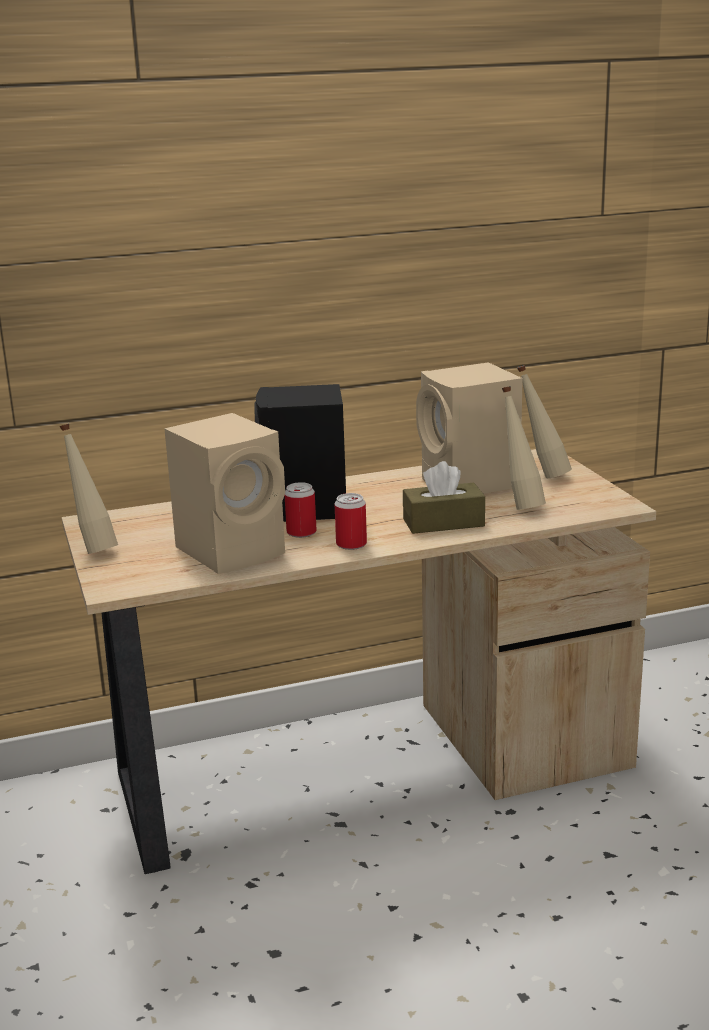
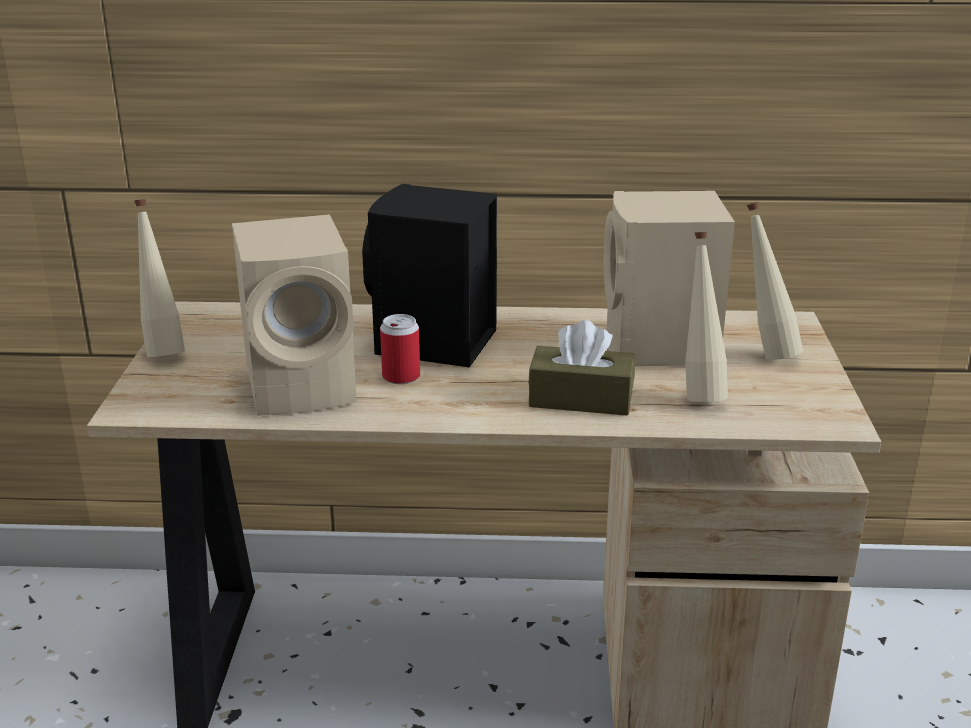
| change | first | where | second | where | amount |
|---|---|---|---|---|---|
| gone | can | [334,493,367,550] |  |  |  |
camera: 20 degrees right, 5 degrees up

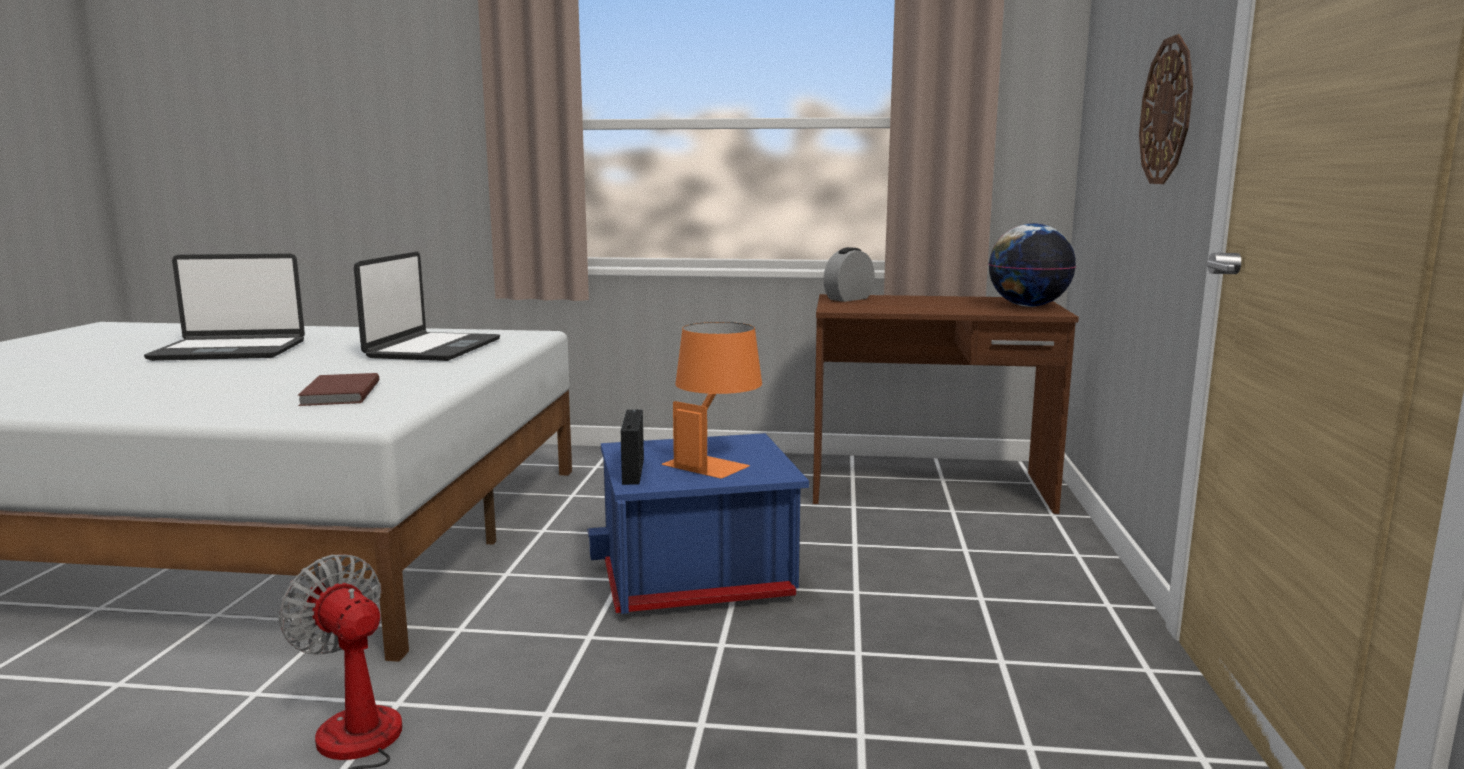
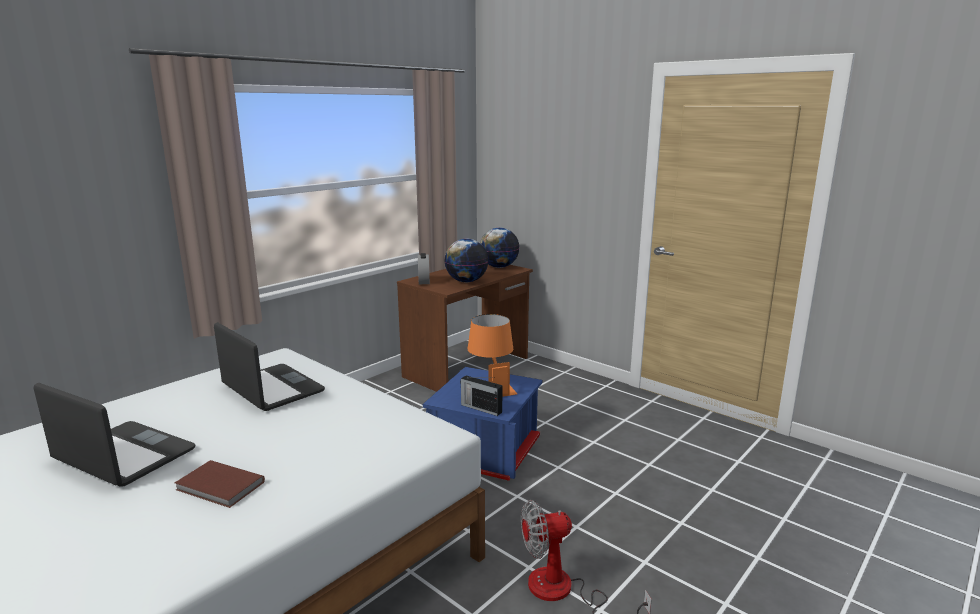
| change | first | where | second | where | amount |
|---|---|---|---|---|---|
| gone | wall clock | [1139,34,1193,184] |  |  |  |
| rotated | portable computer | [144,253,305,361] |  | [34,383,195,486] | 90 degrees counterclockwise |
| shifted | brown-coloured book | [297,373,379,406] |  | [175,460,265,508] |  |
| new |  |  | globe | [445,238,489,282] |  |
camera: 55 degrees left, 5 degrees up

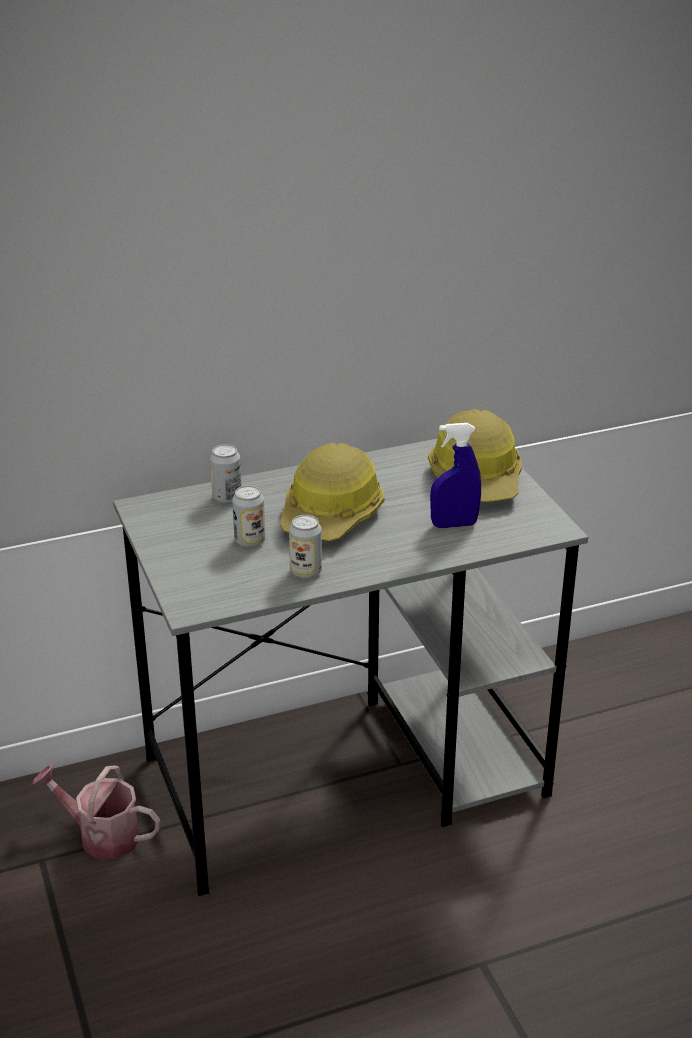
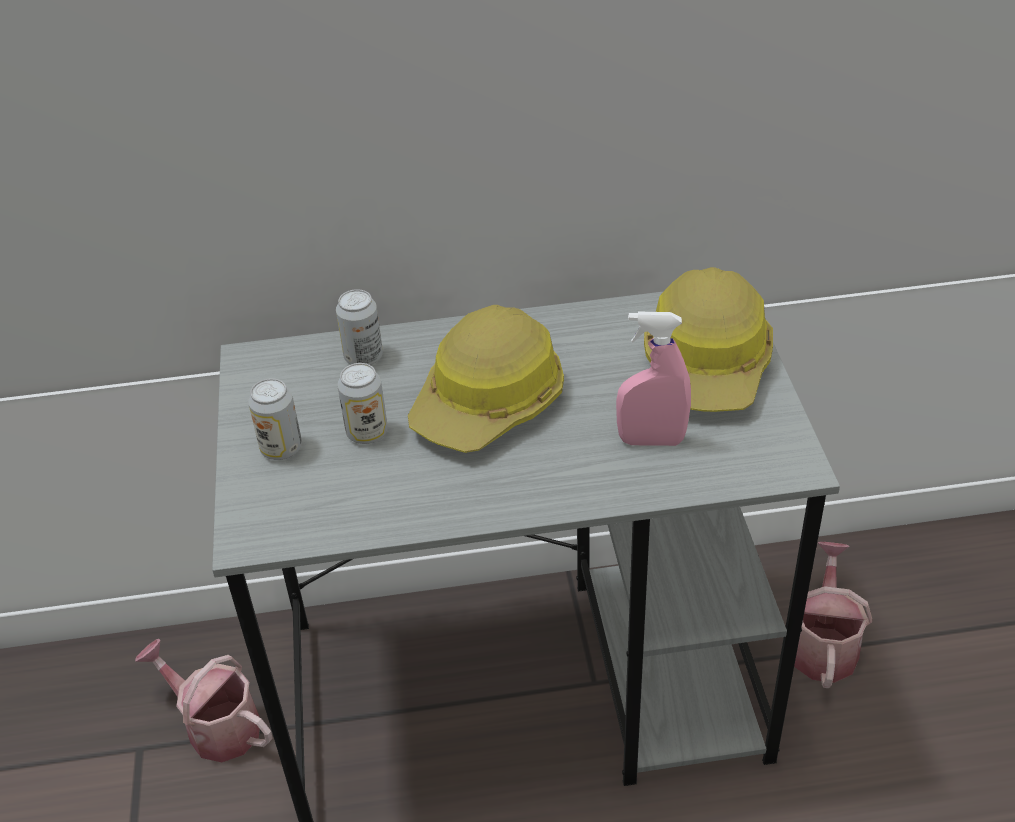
| change | first | where | second | where | amount |
|---|---|---|---|---|---|
| repainted | bluish hand sprayer | [430,423,481,528] | pink hand sprayer | [616,312,691,446] |  |
| shifted | can | [289,515,322,578] |  | [248,378,302,460] |  |
| new |  |  | watering pot | [794,542,872,688] |  |
camera: 15 degrees right, 10 degrees up

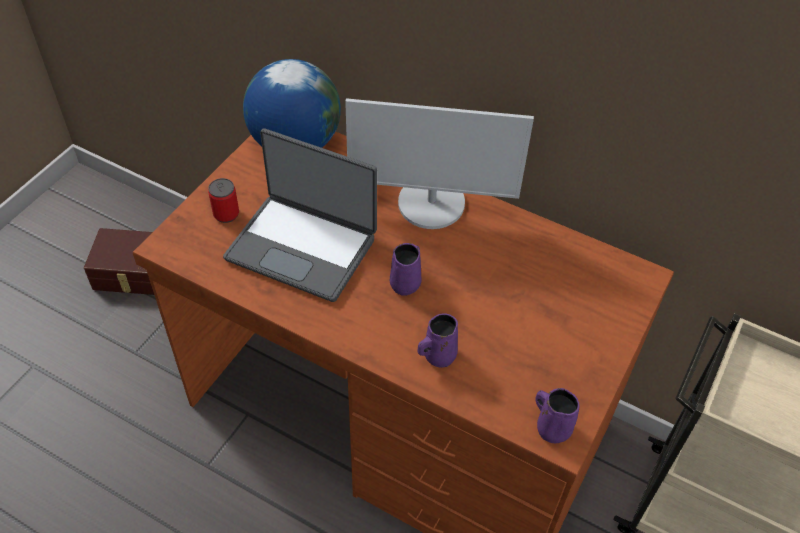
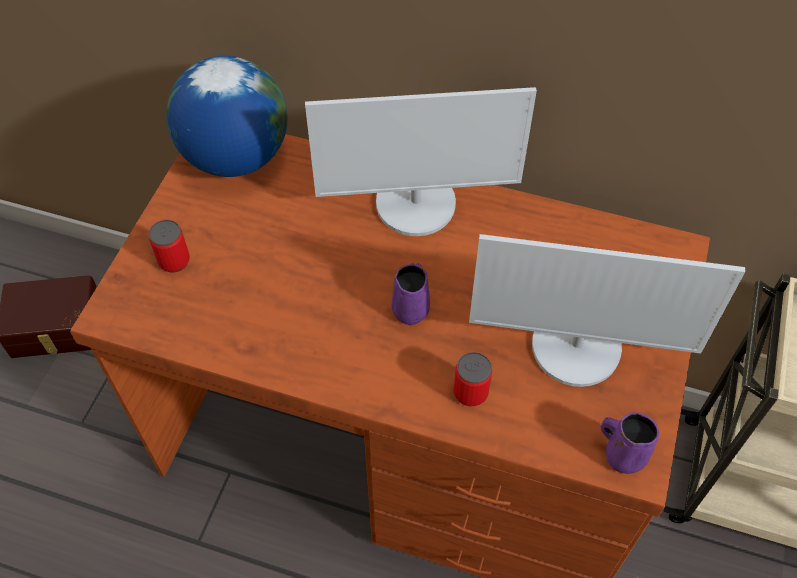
| change | first | where | second | where | amount |
|---|---|---|---|---|---|
| gone | portable computer | [223,129,377,302] |  |  |  |
| swapped | purplish coffee mug | [417,313,458,368] | can | [454,352,492,406] |  |
| new |  |  | computer display | [469,234,745,387] |  |
camera: 10 degrees left, 5 degrees up

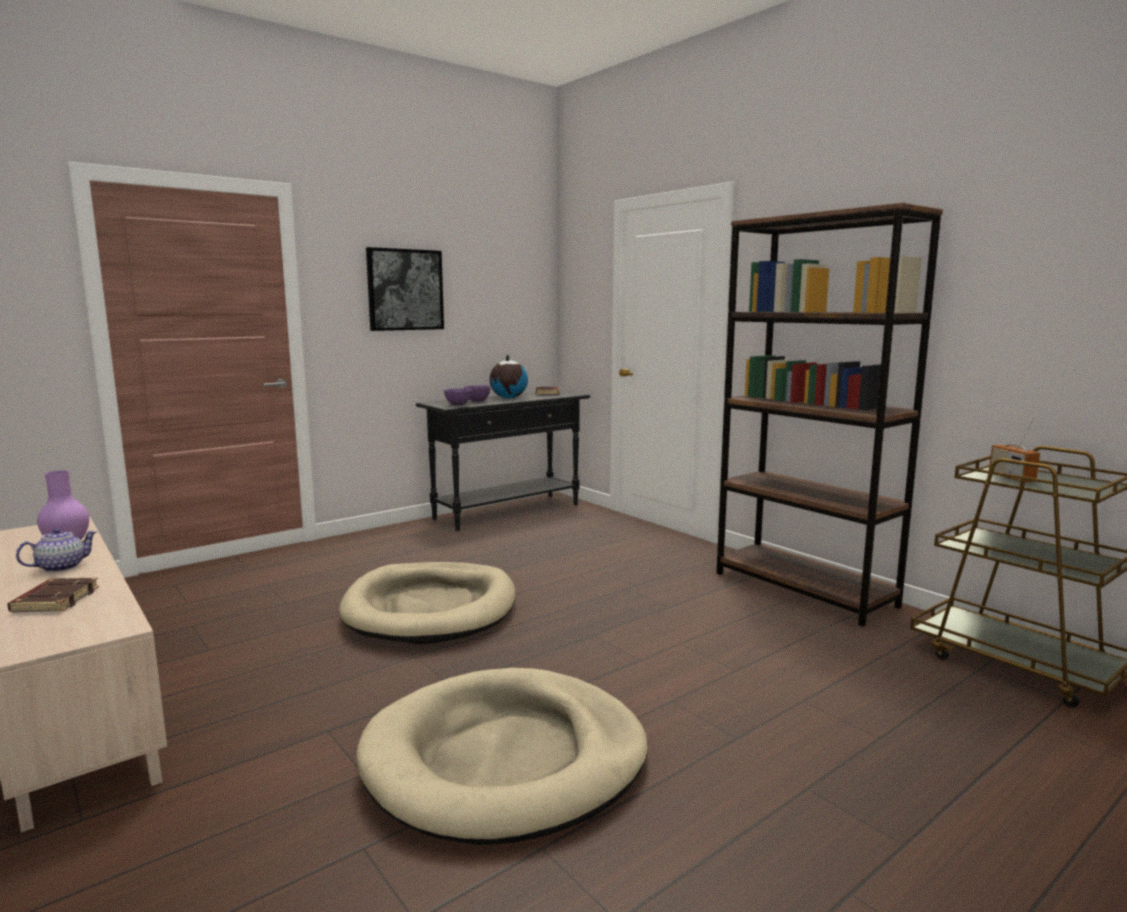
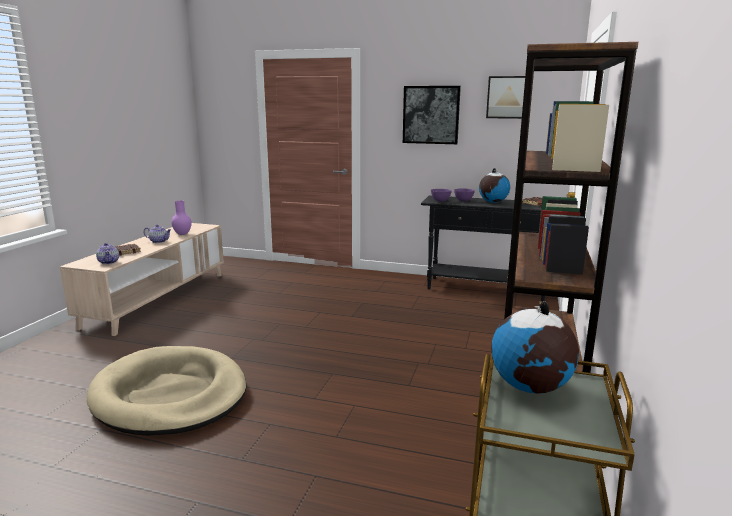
| change | first | where | second | where | amount |
|---|---|---|---|---|---|
| swapped | radio set | [989,417,1040,482] | globe | [491,301,579,394] |  |
| gone | beige-coloured dog bed | [339,562,516,644] |  |  |  |
| new |  |  | wall art | [486,76,525,119] |  |
| new |  |  | teapot | [96,243,119,264] |  |
camera: 55 degrees right, 5 degrees up

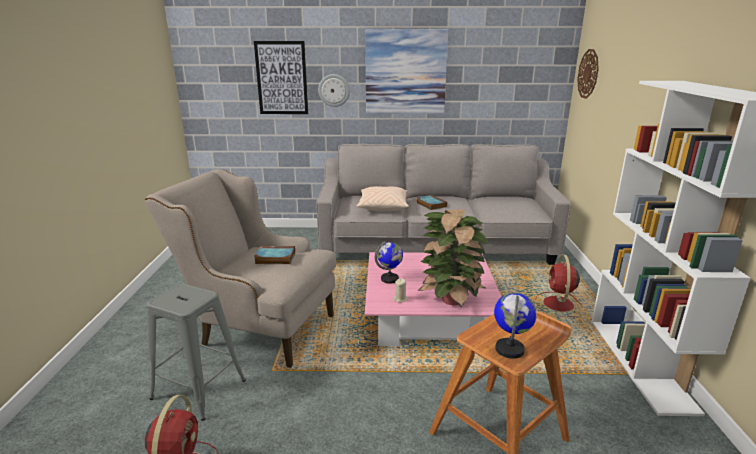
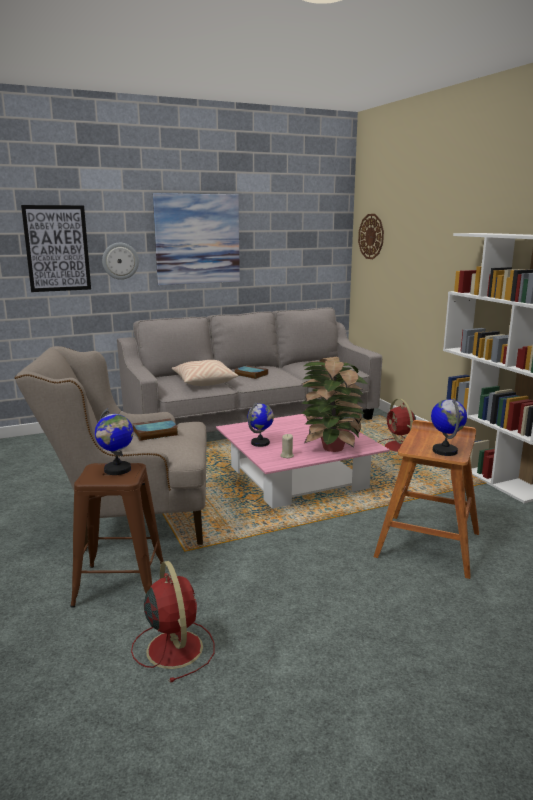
| change | first | where | second | where | amount |
|---|---|---|---|---|---|
| repainted | grey stool seat | [146,283,246,421] | brown-coloured stool seat | [70,463,164,608] |  |
| new |  |  | globe | [95,408,133,475] |  |
camera: 25 degrees left, 5 degrees down

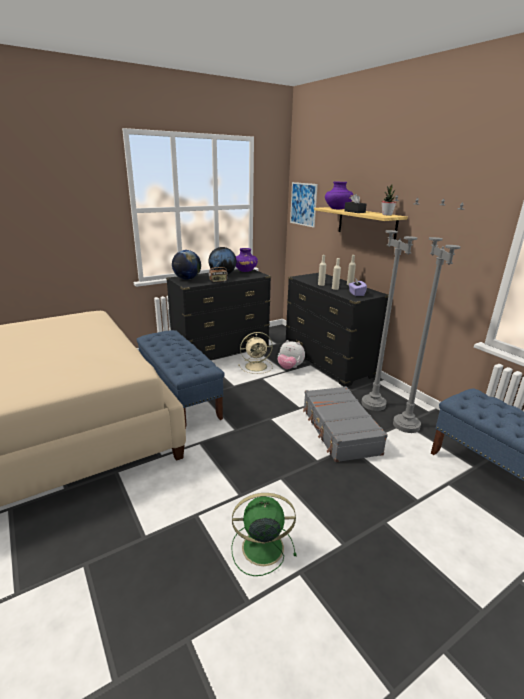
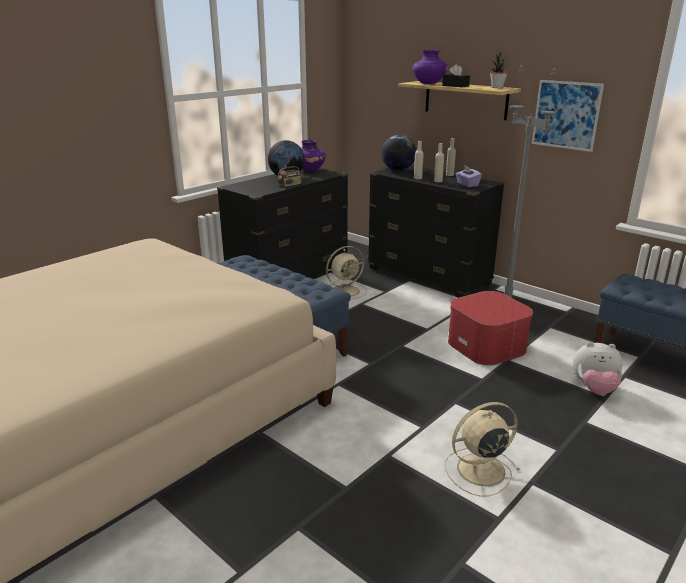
| change | first | where | second | where | amount |
|---|---|---|---|---|---|
| shifted | wall art | [290,182,318,228] |  | [532,80,604,152] |  |
| gone | grey floor lamp | [393,198,464,433] |  |  |  |
| shifted | globe | [172,250,201,280] |  | [381,135,416,171] |  |
| shifted | plush toy | [278,340,305,369] |  | [573,342,623,395] |  |
| swapped | grey travel case | [303,386,388,462] | footrest | [448,291,533,366] |  |
| repainted | greenish cooling fan | [231,493,297,576] | beige-coloured cooling fan | [445,402,520,496] |  |
camera: 15 degrees left, 0 degrees up

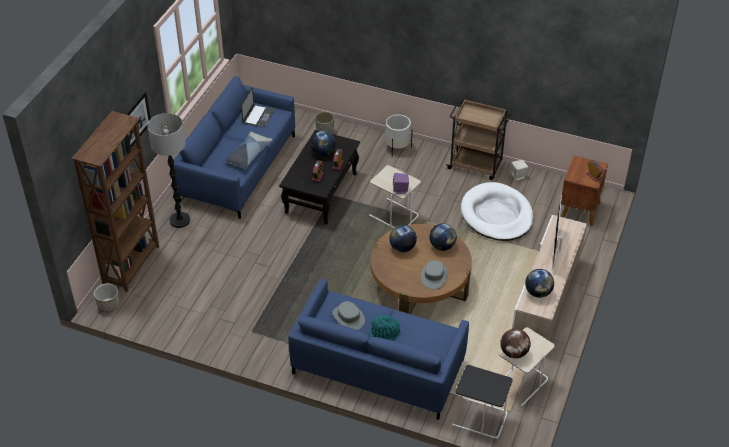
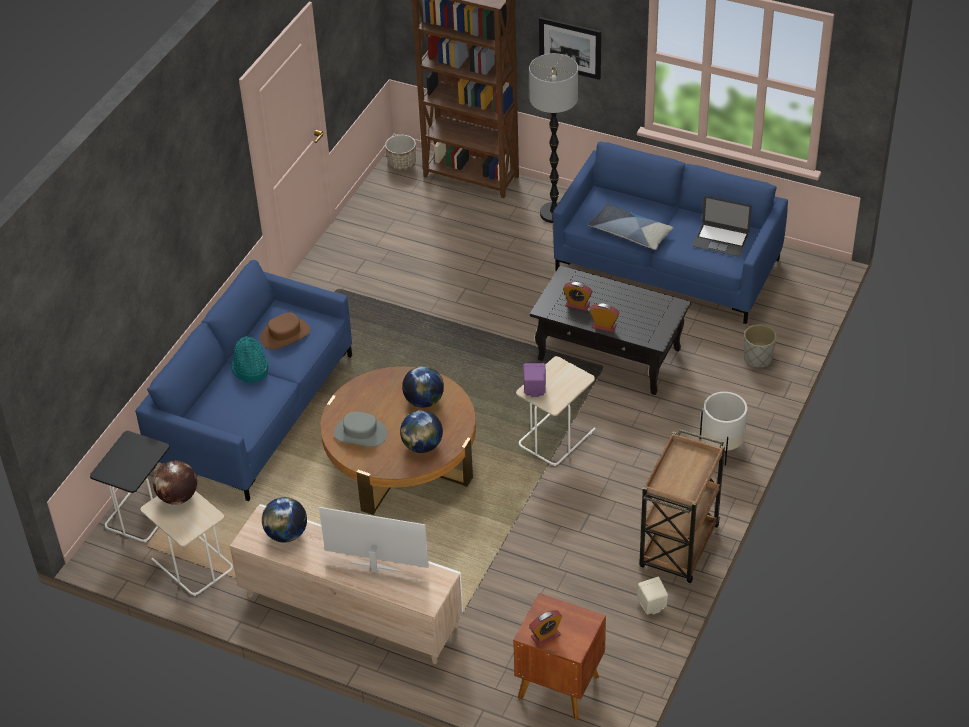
| change | first | where | second | where | amount |
|---|---|---|---|---|---|
| gone | globe | [310,131,336,156] |  |  |  |
| gone | white-coloured dog bed | [461,182,534,241] |  |  |  |
| repainted | grey clothing hat | [332,301,365,330] | brown-coloured clothing hat | [260,312,310,349] |  |
camera: 95 degrees right, 0 degrees up

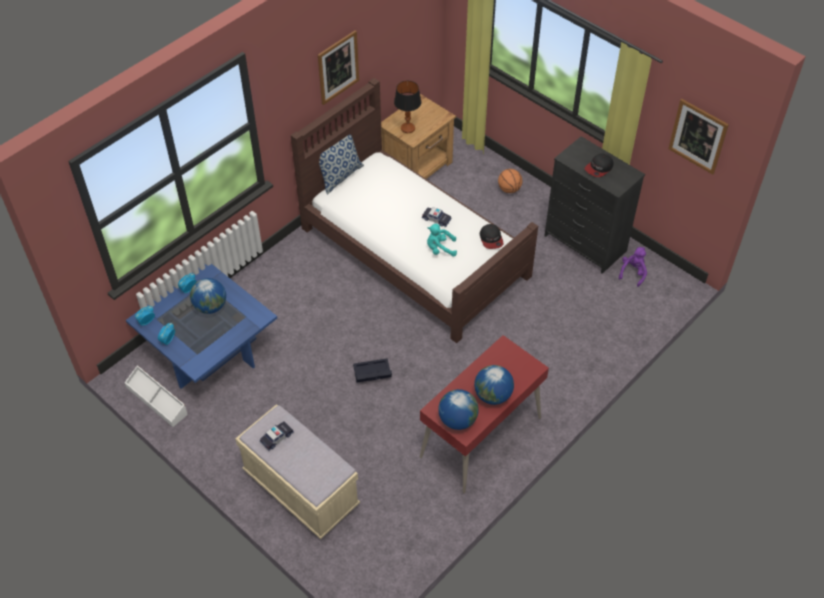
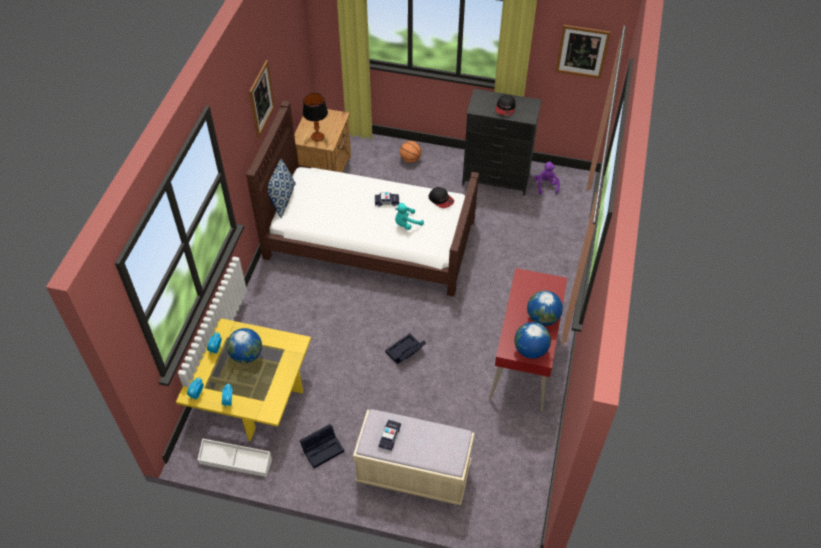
| change | first | where | second | where | amount |
|---|---|---|---|---|---|
| repainted | bluish coffee table | [126,263,277,389] | yellowish coffee table | [176,318,311,441] |  |
| new |  |  | black-coloured storage container | [300,424,344,468] |  |
camera: 30 degrees left, 0 degrees up

